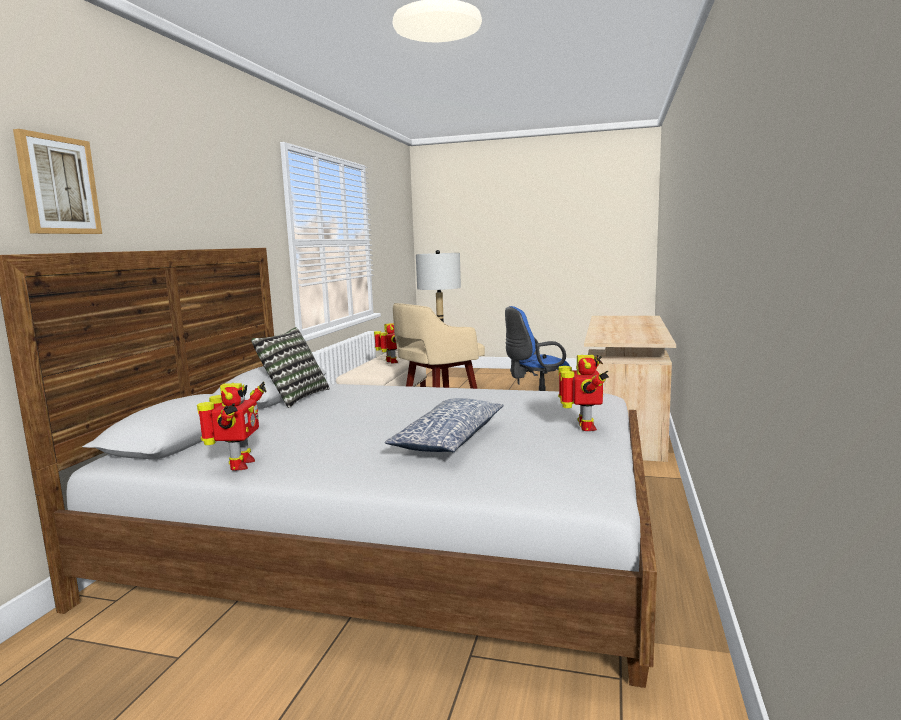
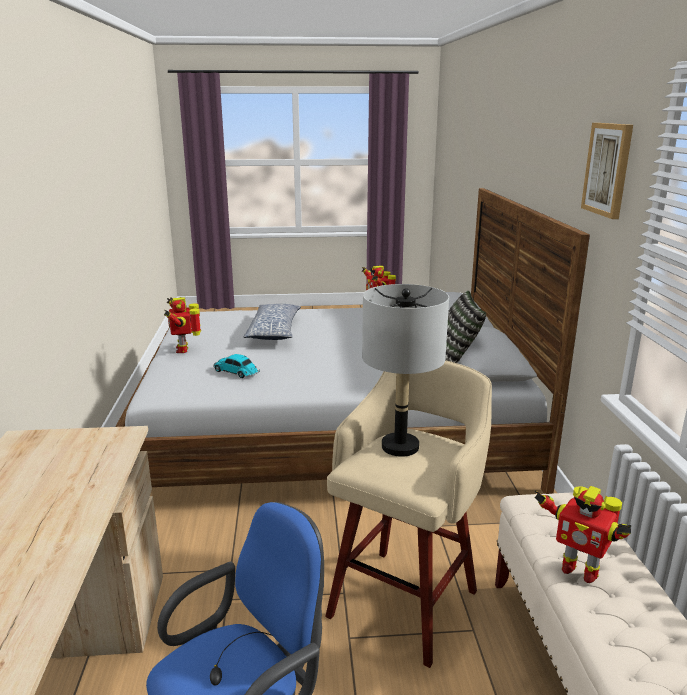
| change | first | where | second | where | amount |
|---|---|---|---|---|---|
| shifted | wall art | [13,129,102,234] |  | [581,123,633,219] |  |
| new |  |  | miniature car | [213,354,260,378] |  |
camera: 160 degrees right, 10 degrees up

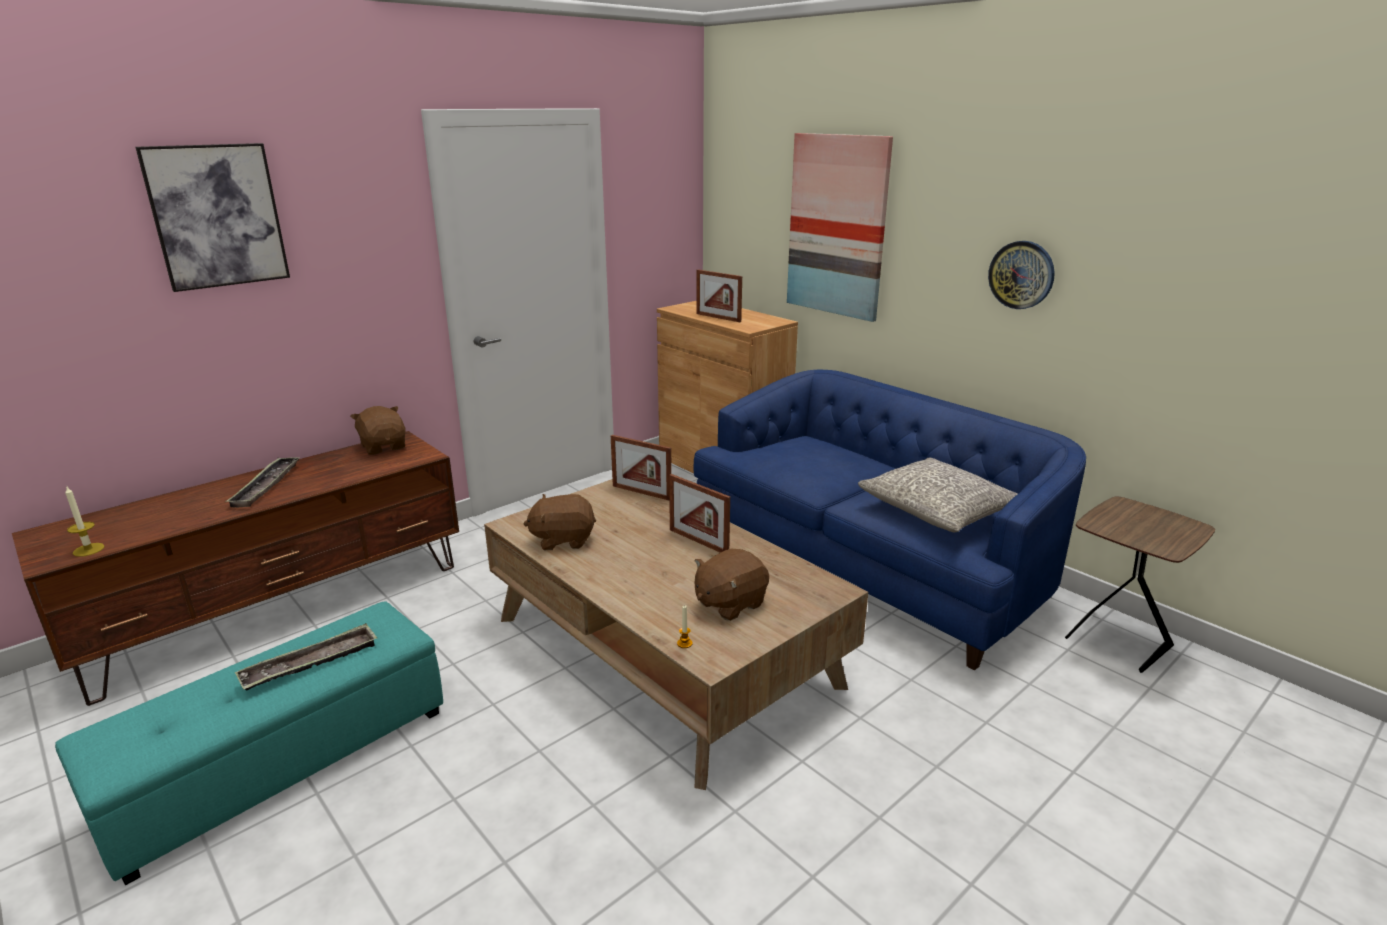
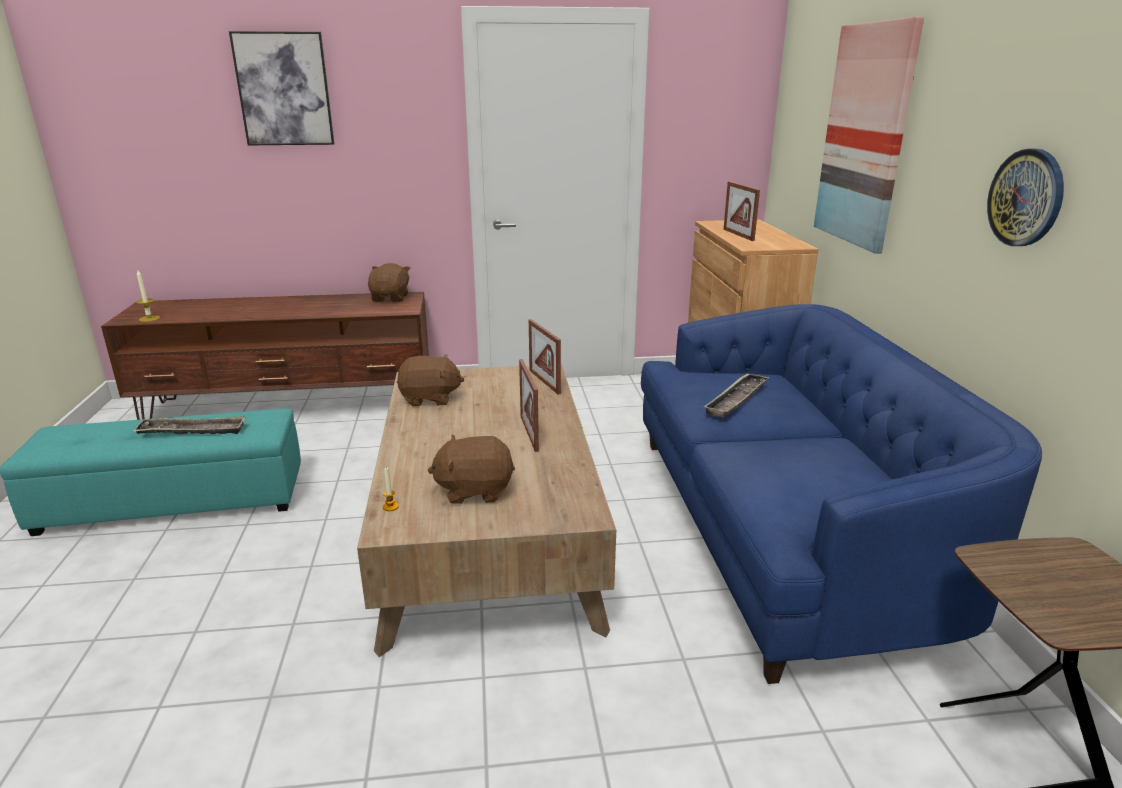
| change | first | where | second | where | amount |
|---|---|---|---|---|---|
| shifted | serving tray | [225,457,300,507] |  | [703,374,769,417] |  |
| gone | grey throw pillow | [858,458,1018,533] |  |  |  |
| rotated | brown-coloured plush toy | [523,494,596,550] |  | [397,354,464,406] | 150 degrees clockwise |
camera: 35 degrees right, 0 degrees up

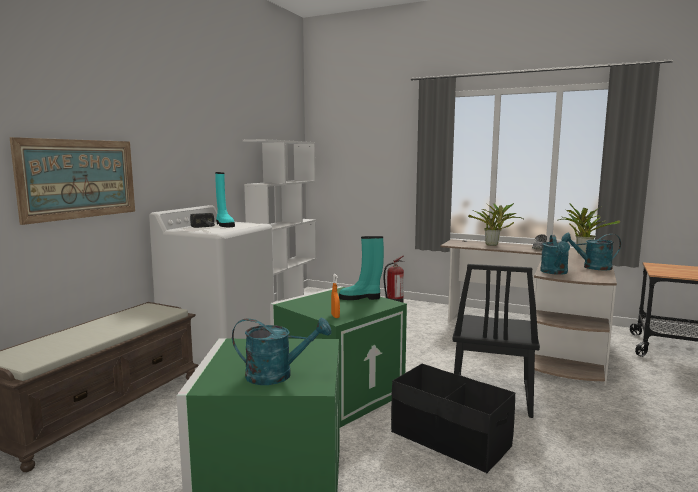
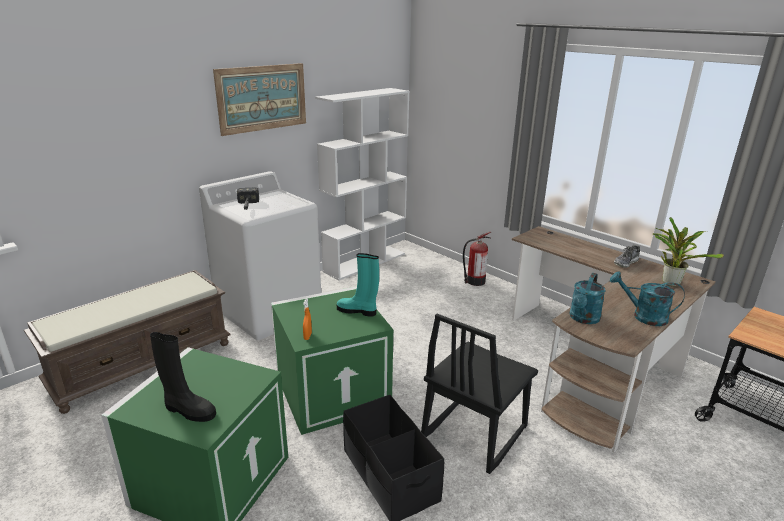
| change | first | where | second | where | amount |
|---|---|---|---|---|---|
| shifted | wall art | [10,137,135,225] |  | [213,63,306,136] |  |
| gone | turquoise-coloured high-top boot | [215,172,235,227] |  |  |  |
| gone | plant in a pot | [468,202,525,246] |  |  |  |
| swapped | turquoise-coloured watering pot | [232,318,331,385] | black-coloured high-top boot | [150,332,216,422] |  |
camera: 20 degrees right, 15 degrees up

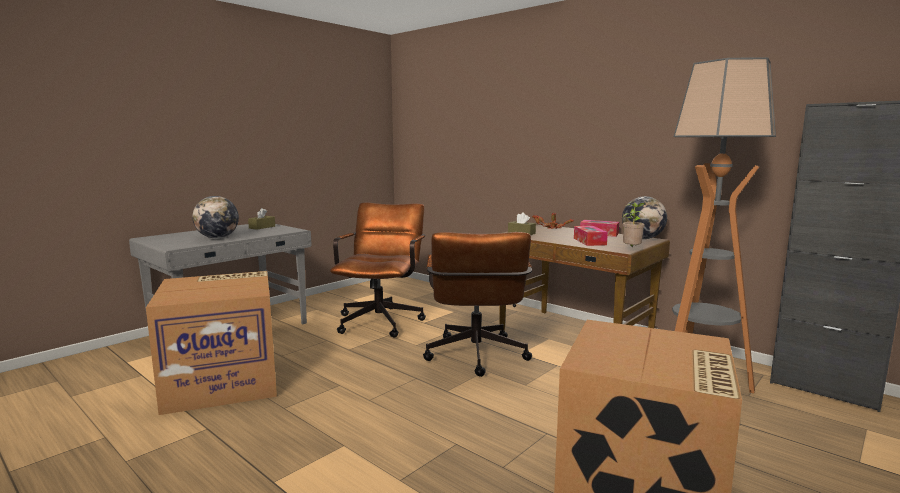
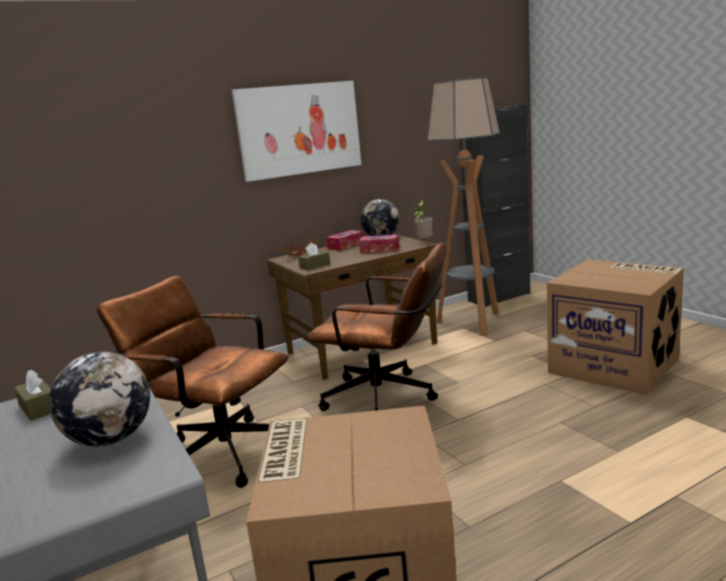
| change | first | where | second | where | amount |
|---|---|---|---|---|---|
| new |  |  | wall art | [232,81,361,182] |  |
camera: 70 degrees left, 5 degrees up

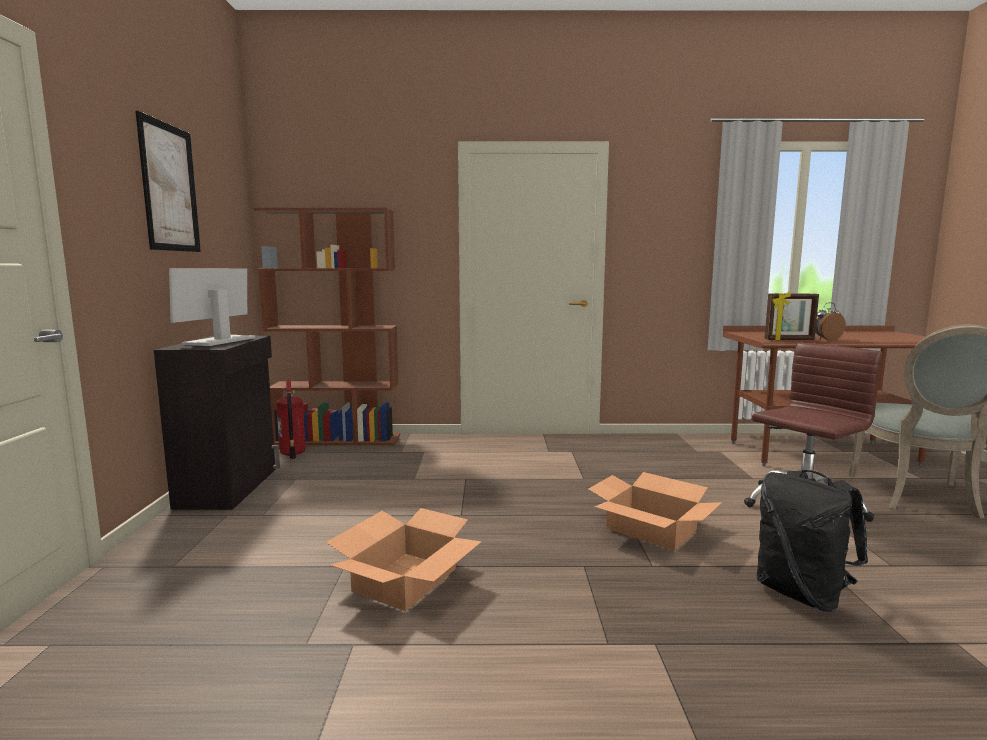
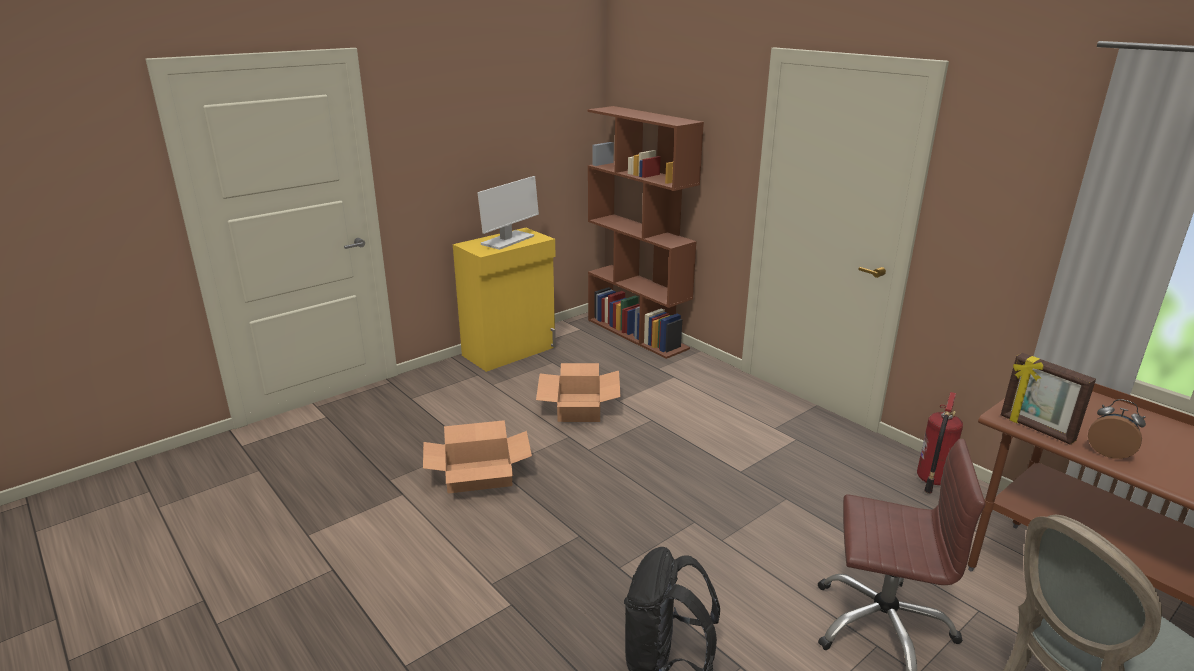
| change | first | where | second | where | amount |
|---|---|---|---|---|---|
| gone | wall art | [135,111,201,252] |  |  |  |
| rotated | computer display | [169,268,255,346] |  | [477,176,539,250] | 150 degrees clockwise |
| repainted | black-coloured cupboard | [154,336,280,510] | yellowish cupboard | [453,228,556,372] |  |
| shifted | fire extinguisher | [276,380,306,459] |  | [917,392,963,494] |  |
| shifted | packing box | [588,472,722,550] |  | [536,363,621,422] |  |
camera: 50 degrees right, 15 degrees up

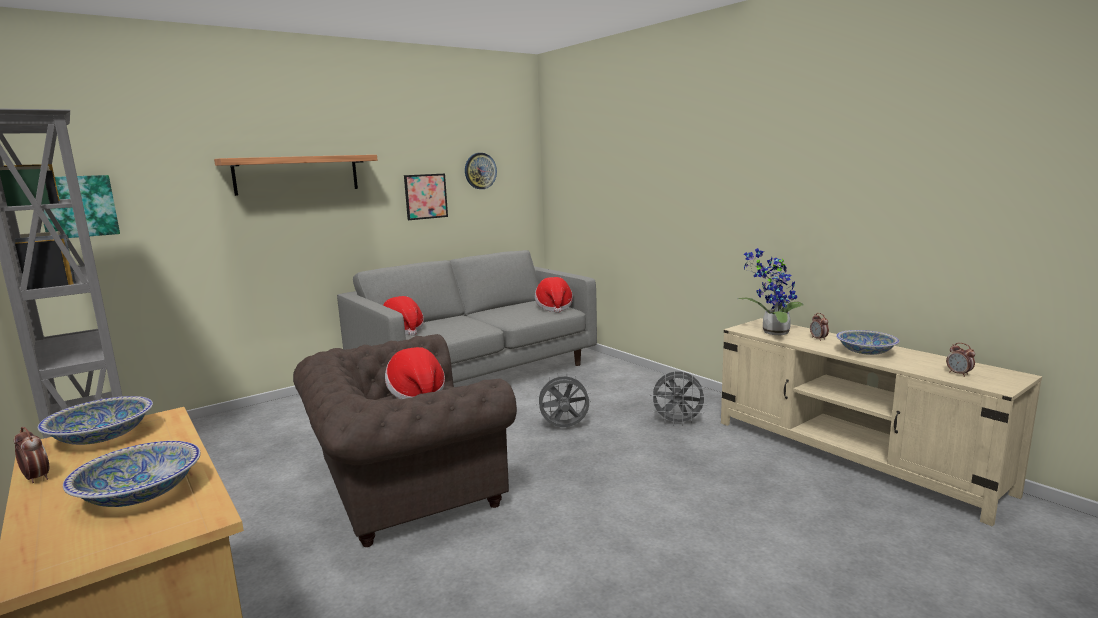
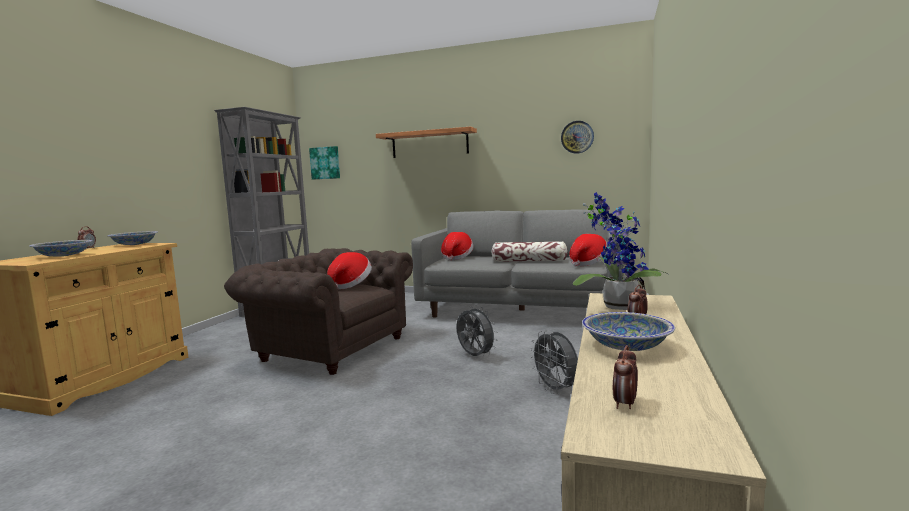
| change | first | where | second | where | amount |
|---|---|---|---|---|---|
| gone | wall art | [404,174,448,220] |  |  |  |
| new |  |  | throw pillow | [492,242,568,262] |  |
camera: 55 degrees right, 5 degrees down

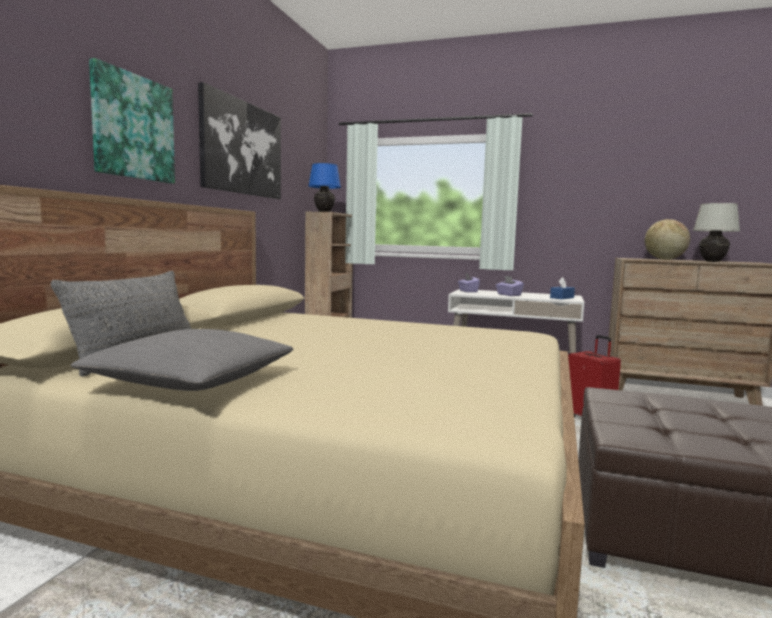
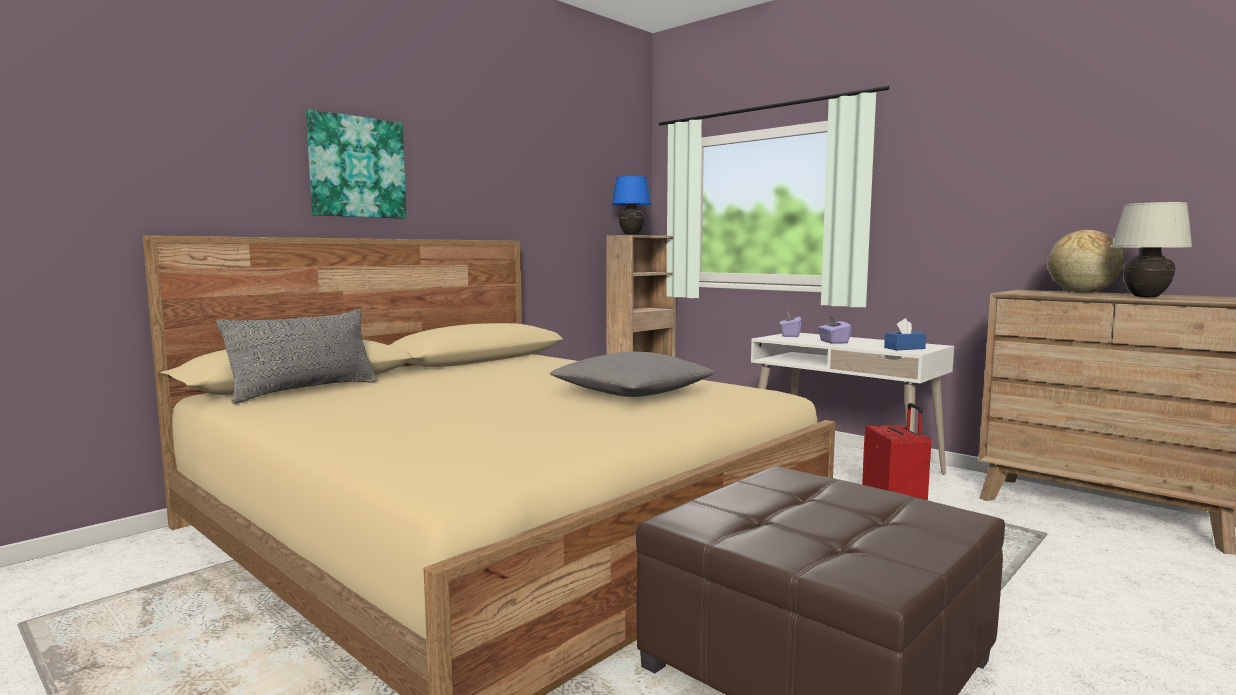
| change | first | where | second | where | amount |
|---|---|---|---|---|---|
| gone | wall art | [198,82,281,199] |  |  |  |
| shifted | grey throw pillow | [70,329,293,391] |  | [550,352,715,397] |  |
camera: 25 degrees right, 0 degrees up

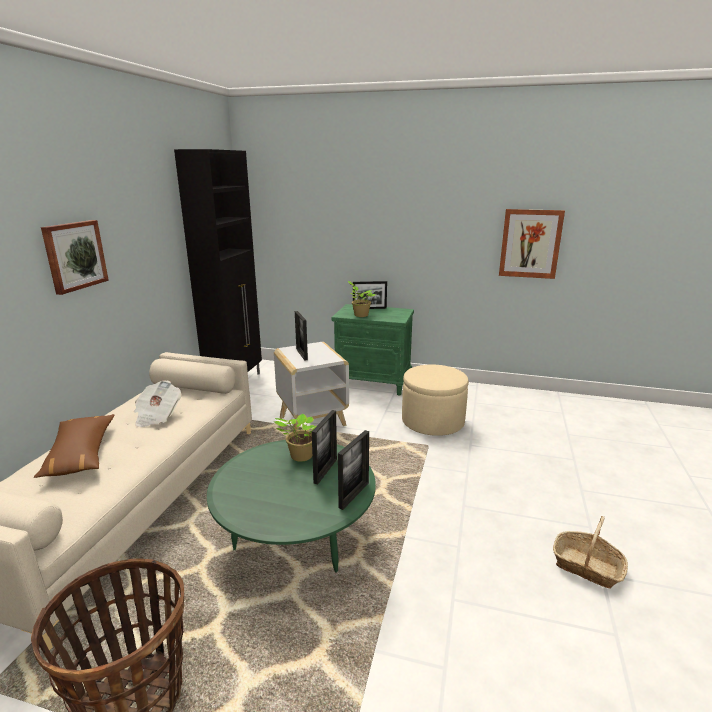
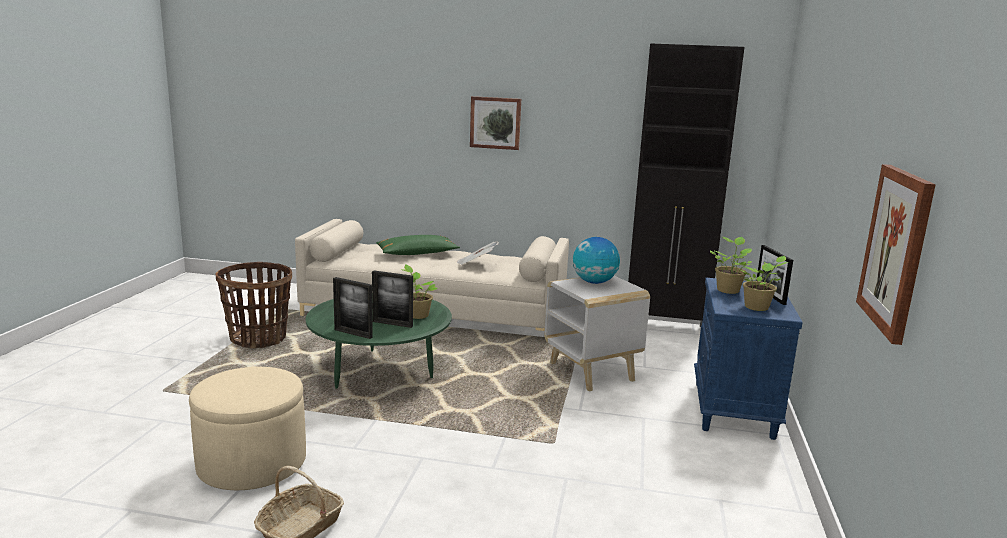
| change | first | where | second | where | amount |
|---|---|---|---|---|---|
| repainted | greenish nightstand | [331,304,414,395] | bluish nightstand | [694,278,802,440] |  |
| swapped | photo frame | [295,311,308,361] | globe | [573,237,620,284] |  |
| shifted | beige-coloured footrest | [402,364,469,436] |  | [189,367,306,490] |  |
| repainted | brown-coloured throw pillow | [34,414,114,478] | greenish throw pillow | [376,235,460,255] |  |
| new |  |  | plant in a pot | [738,256,789,311] |  |
camera: 85 degrees right, 5 degrees down

